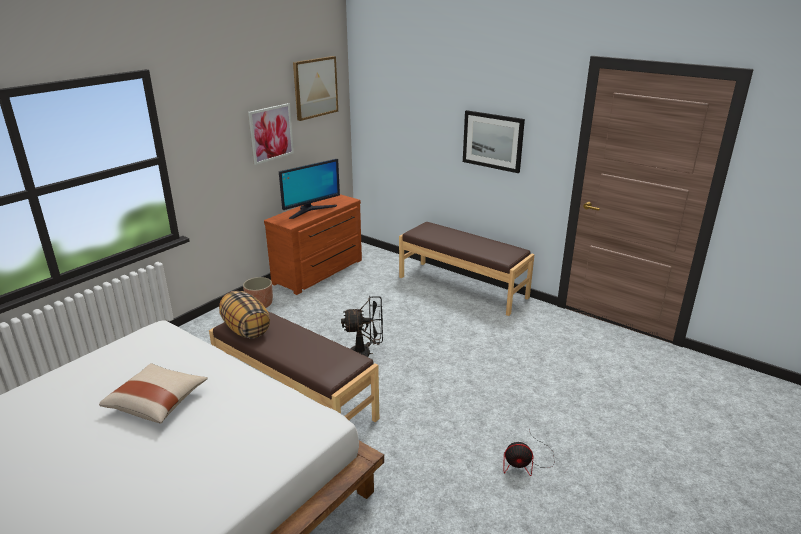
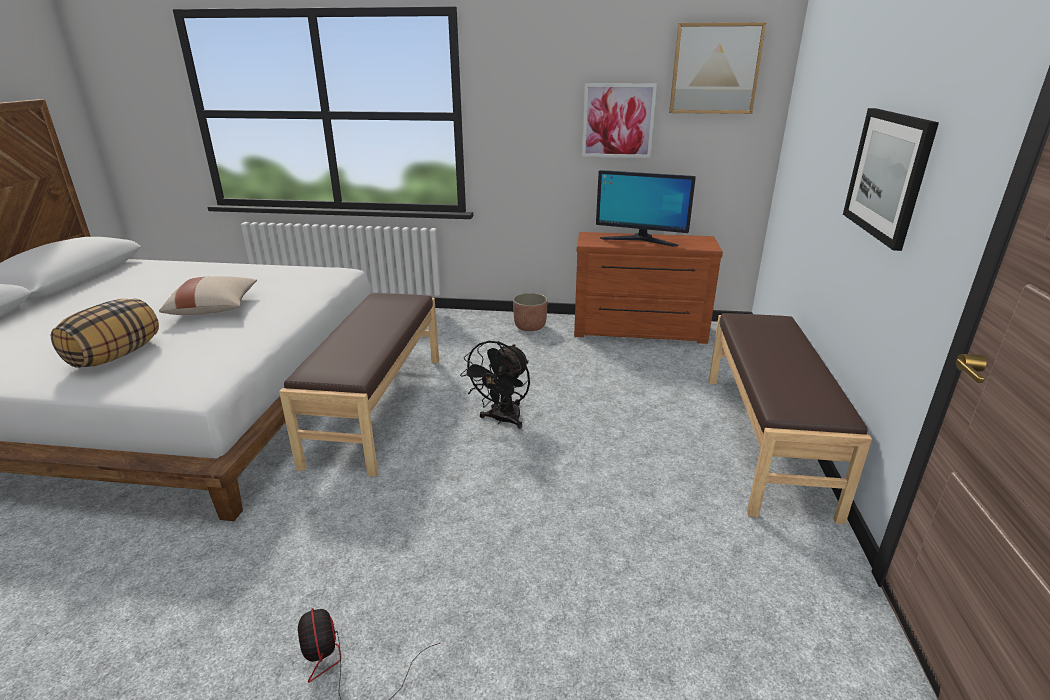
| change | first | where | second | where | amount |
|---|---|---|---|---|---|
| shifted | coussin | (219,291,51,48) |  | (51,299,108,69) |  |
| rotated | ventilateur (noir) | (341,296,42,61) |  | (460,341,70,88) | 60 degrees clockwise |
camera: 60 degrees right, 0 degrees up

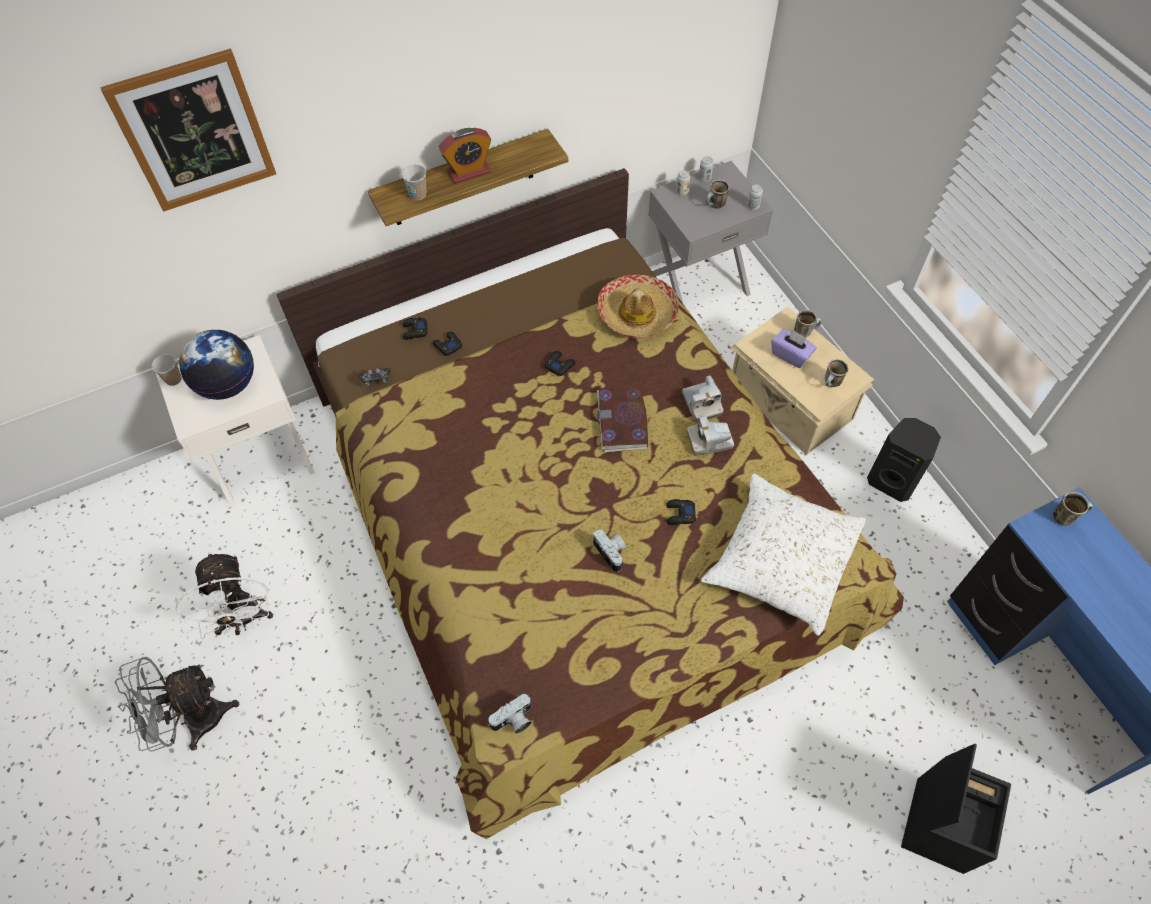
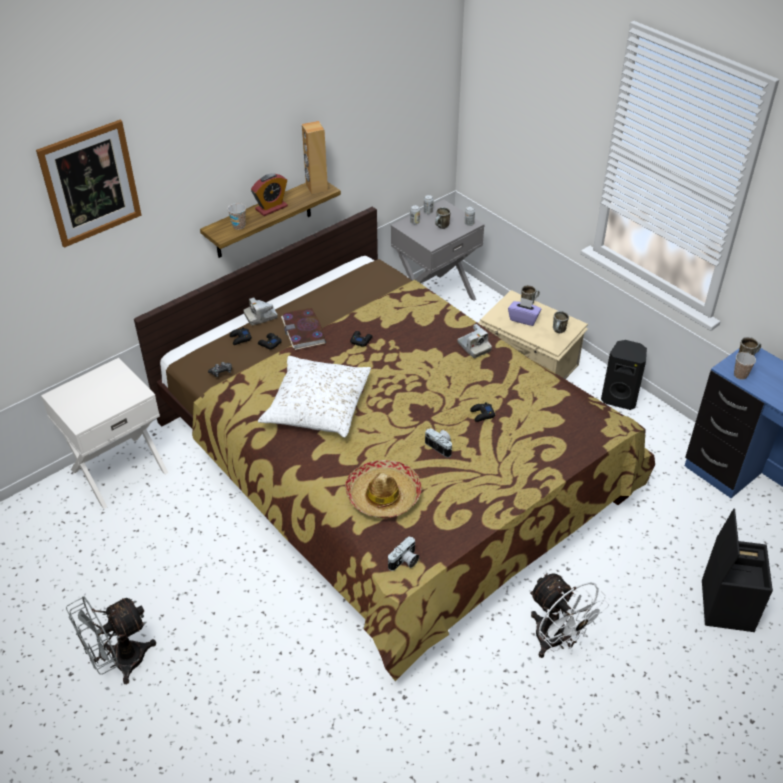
| change | first | where | second | where | amount |
|---|---|---|---|---|---|
| shifted | chapeau | (598,275,81,63) |  | (345,460,77,58) |  |
| gone | globe | (179,330,75,70) |  |  |  |
| shifted | tasse | (152,354,30,32) |  | (734,352,22,28) |  |
| shifted | livre | (597,386,51,66) |  | (281,308,45,42) |  |
| shifted | appareil photo | (687,416,47,39) |  | (243,298,35,28) |  |
| shifted | coussin (blanc) | (701,474,165,162) |  | (258,356,113,81) |  |
| shifted | ventilateur (blanc) | (175,552,98,87) |  | (529,573,80,85) |  |
| new |  |  | enceinte (marron) | (302,121,26,74) |  |
camera: 15 degrees left, 15 degrees down

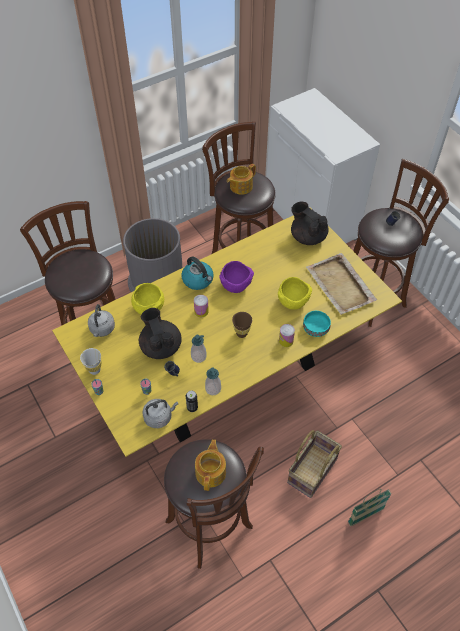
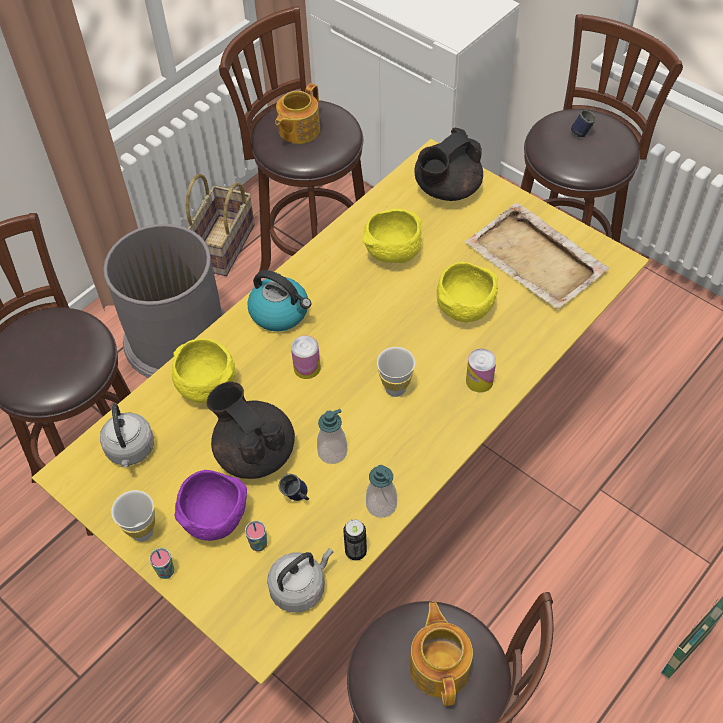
| change | first | where | second | where | amount |
|---|---|---|---|---|---|
| rotated | théière (noir) | (291,201,38,44) |  | (415,128,68,73) | 75 degrees counterclockwise |
| shifted | bol (violet) | (219,261,35,32) |  | (174,470,73,71) |  |
| gone | bol (turquoise) | (303,311,28,26) |  |  |  |
| repainted | tasse (marron) | (232,312,20,26) | tasse (blanc) | (377,347,38,50) |  |
| shifted | panier | (287,430,55,68) |  | (186,174,69,102) |  |
| new |  |  | bol (jaune) | (362,209,59,54) |  |
camera: 15 degrees left, 0 degrees up

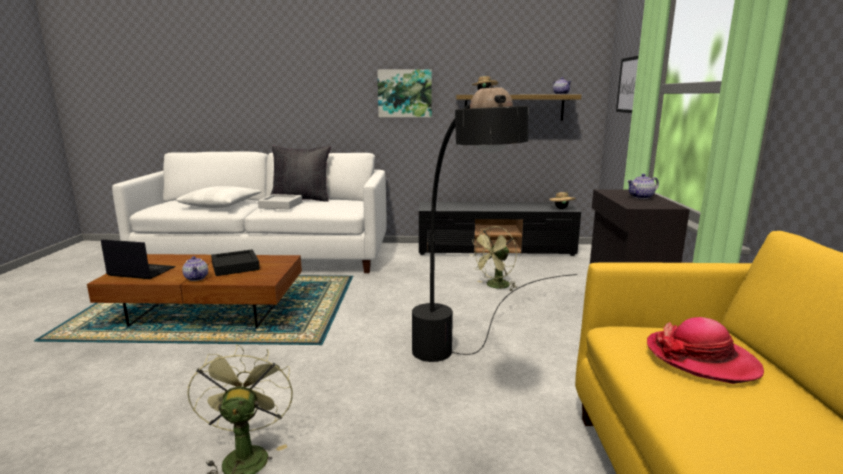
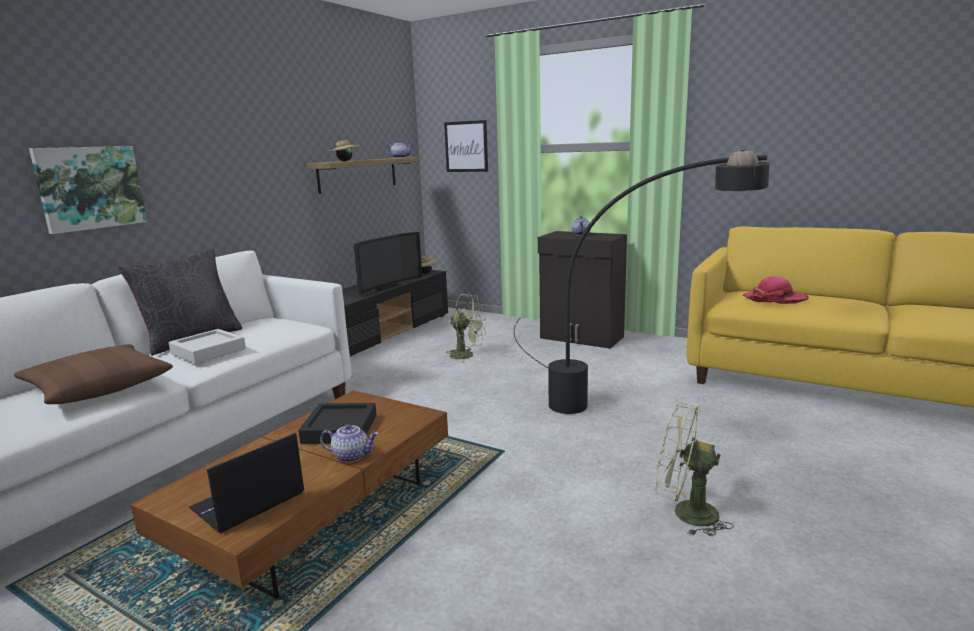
| change | first | where | second | where | amount |
|---|---|---|---|---|---|
| shifted | tableau | (377,70,55,47) |  | (29,146,118,88) |  |
| repainted | coussin (blanc) | (176,186,86,22) | coussin (marron) | (14,344,159,60) |  |
| rotated | ventilateur (vert) | (470,226,47,65) |  | (447,294,39,69) | 60 degrees counterclockwise |
| new |  |  | téléviseur | (354,232,68,63) |  |
camera: 60 degrees left, 0 degrees up

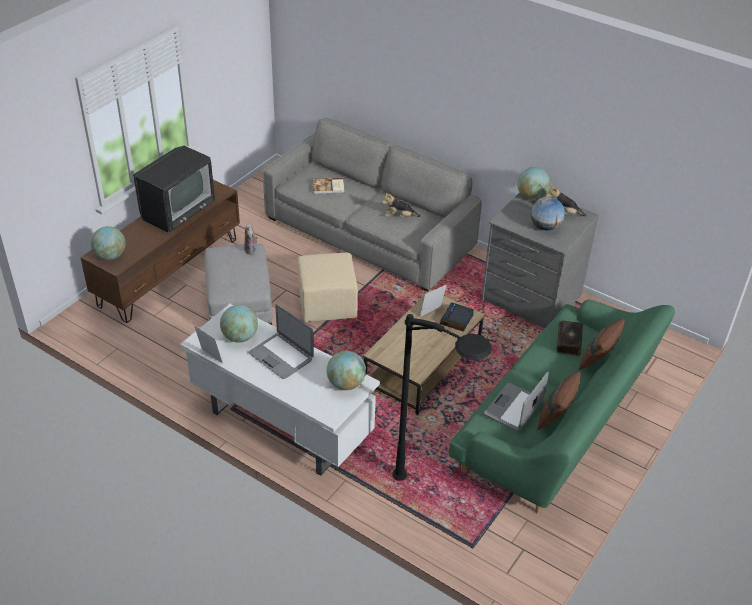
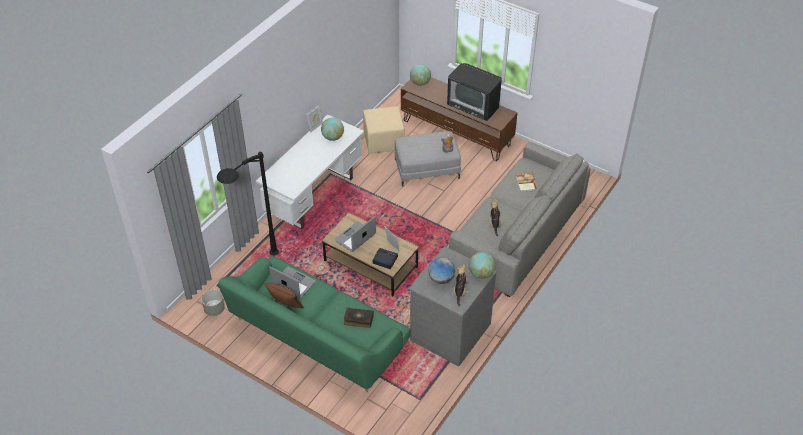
| change | first | where | second | where | amount |
|---|---|---|---|---|---|
| shifted | pouf (beige) | (298,253,60,69) |  | (363,106,42,48) |  |
| shifted | ordinateur portable | (249,304,65,75) |  | (335,216,41,36) |  |
| gone | coussin (marron) | (579,319,46,51) |  |  |  |
| gone | globe | (327,351,39,39) |  |  |  |
| new |  |  | cache-pot (gris) | (201,290,24,26) |  |
camera: 90 degrees right, 5 degrees up

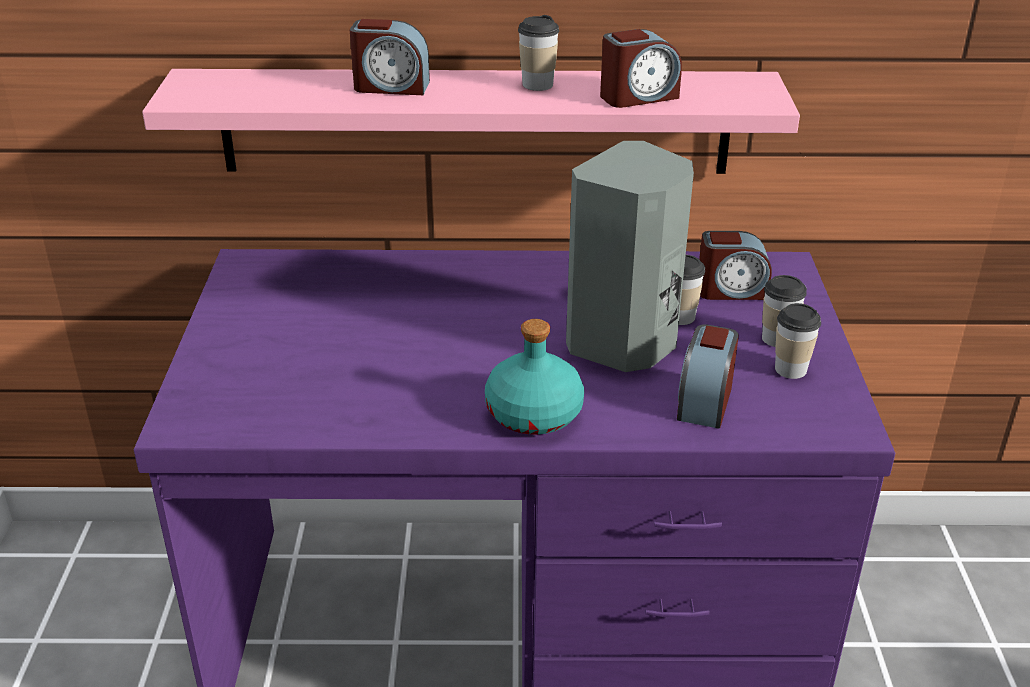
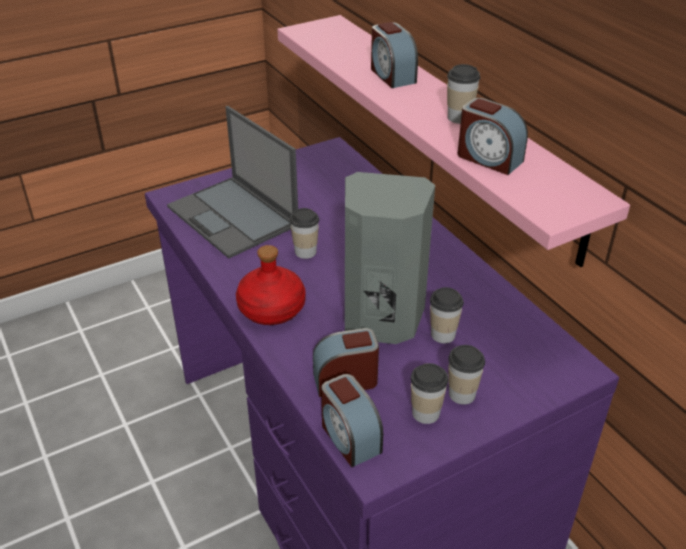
| change | first | where | second | where | amount |
|---|---|---|---|---|---|
| shifted | réveil | (699,231,73,69) |  | (321,374,62,93) |  |
| repainted | bouteille (turquoise) | (485,319,99,115) | bouteille (rouge) | (236,245,70,80) |  |
| new |  |  | ordinateur portable | (167,106,131,152) |  |
| new |  |  | tasse | (290,208,29,51) |  |
camera: 60 degrees right, 5 degrees up

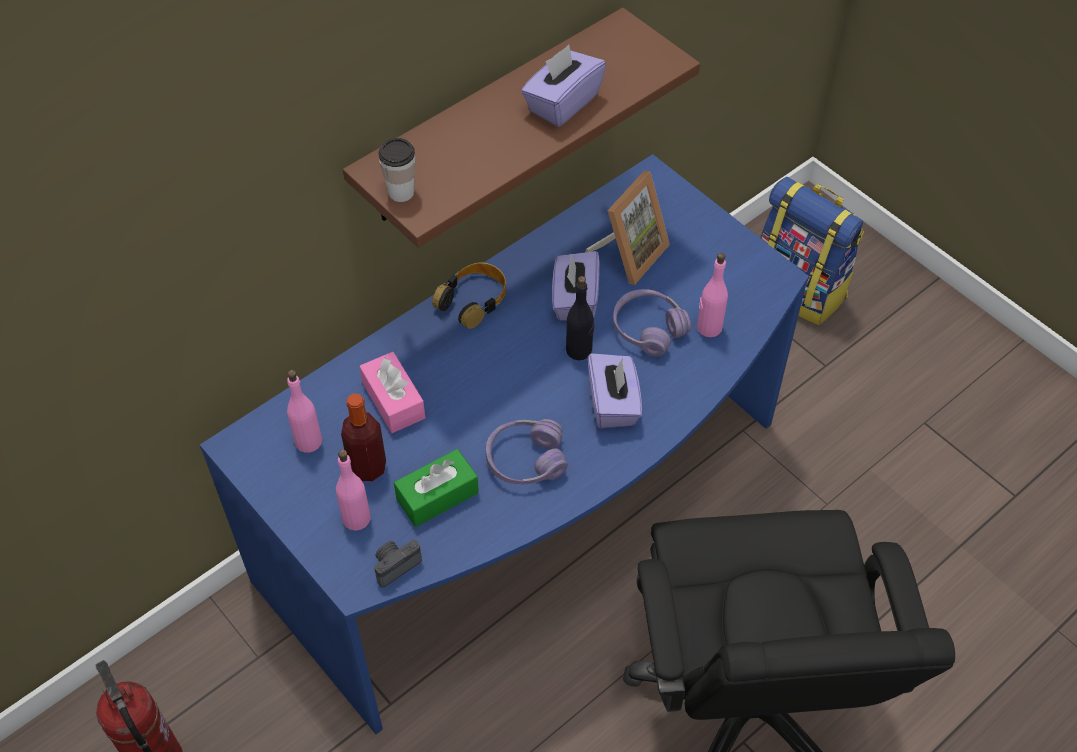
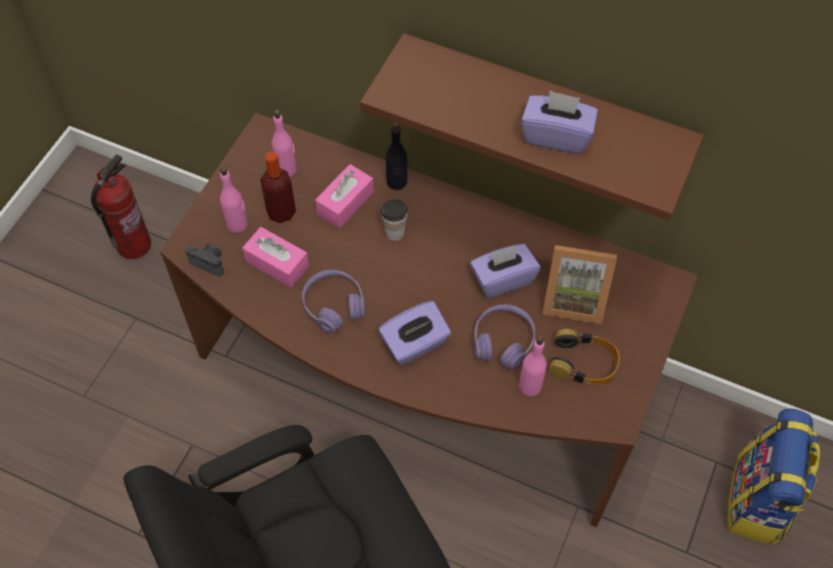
| change | first | where | second | where | amount |
|---|---|---|---|---|---|
| shifted | tasse | (379,138,37,64) |  | (381,199,27,42) |  |
| repainted | bureau (bleu) | (200,154,609,580) | bureau (marron) | (160,113,538,414) |  |
| shifted | casque audio | (432,263,74,66) |  | (549,329,71,55) |  |
| shifted | bouteille (noir) | (566,276,28,84) |  | (386,123,21,67) |  |
| repainted | boîte à mouchoirs (vert) | (394,449,85,78) | boîte à mouchoirs (rose) | (242,227,67,60) |  |
camera: 65 degrees right, 5 degrees up

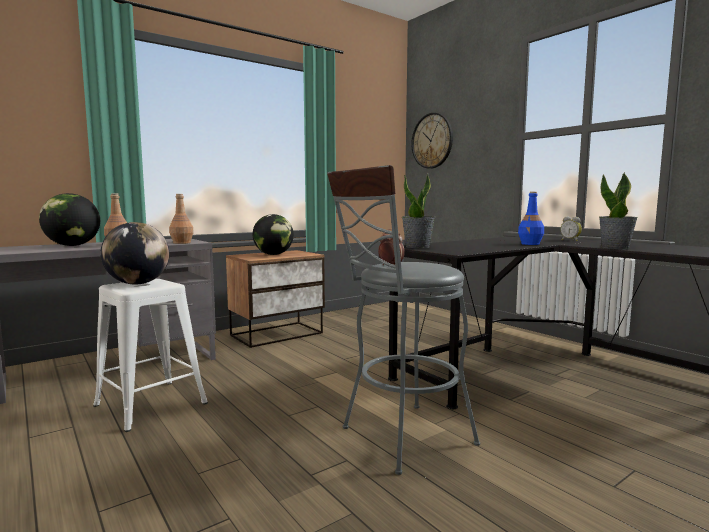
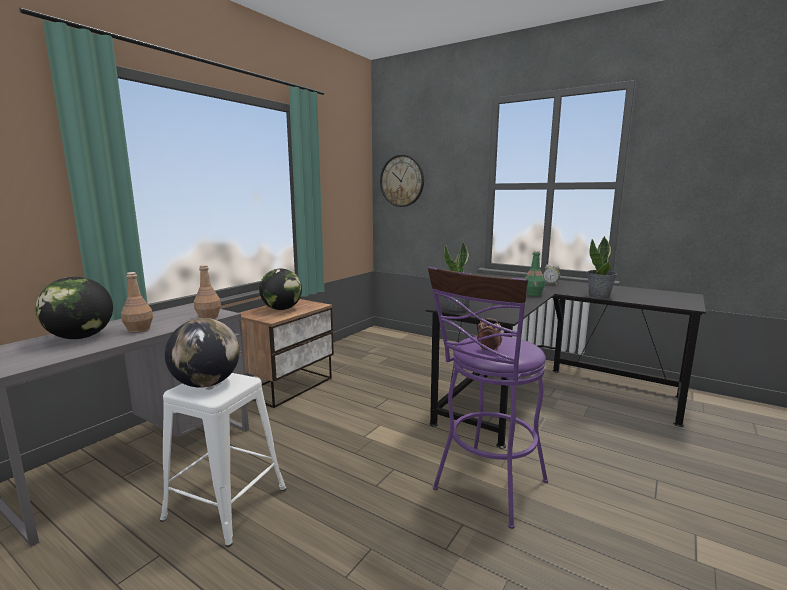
| change | first | where | second | where | amount |
|---|---|---|---|---|---|
| repainted | tabouret (gris) | (327,165,153,310) | tabouret (violet) | (428,267,120,262) |  |
| repainted | bouteille (bleu) | (518,191,26,54) | bouteille (vert) | (524,251,21,45) |  |
camera: 20 degrees left, 5 degrees up

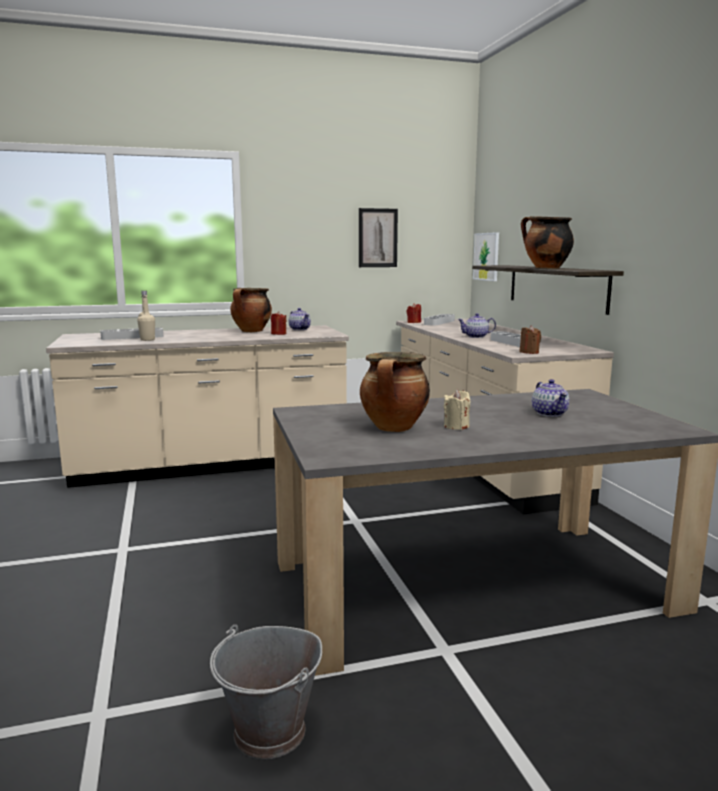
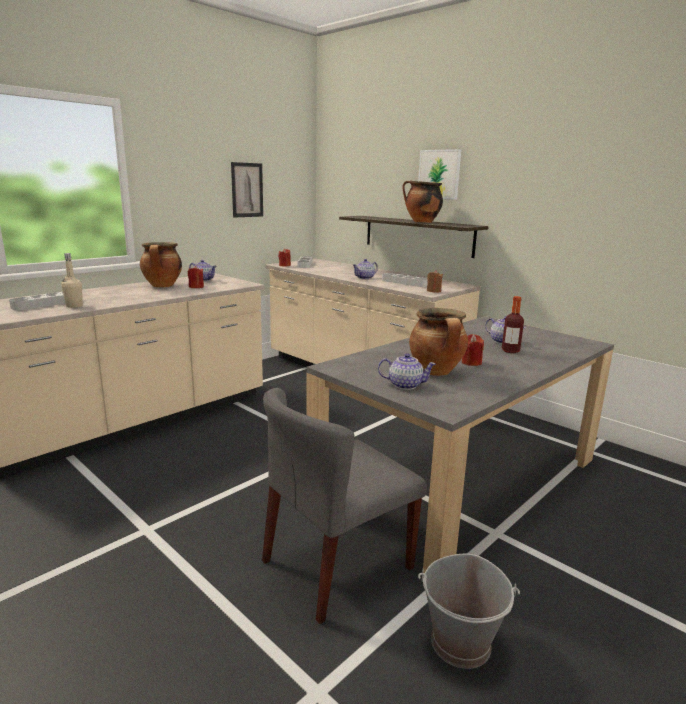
| change | first | where | second | where | amount |
|---|---|---|---|---|---|
| shifted | tableau | (473,232,26,49) |  | (418,149,43,51) |  |
| repainted | bougie (beige) | (444,390,27,40) | bougie (rouge) | (462,334,22,32) |  |
| new |  |  | bouteille | (502,296,22,57) |  |
| new |  |  | théière | (378,353,58,37) |  |
| new |  |  | chaise (gris) | (262,388,165,236) |  |
camera: 30 degrees left, 5 degrees up

